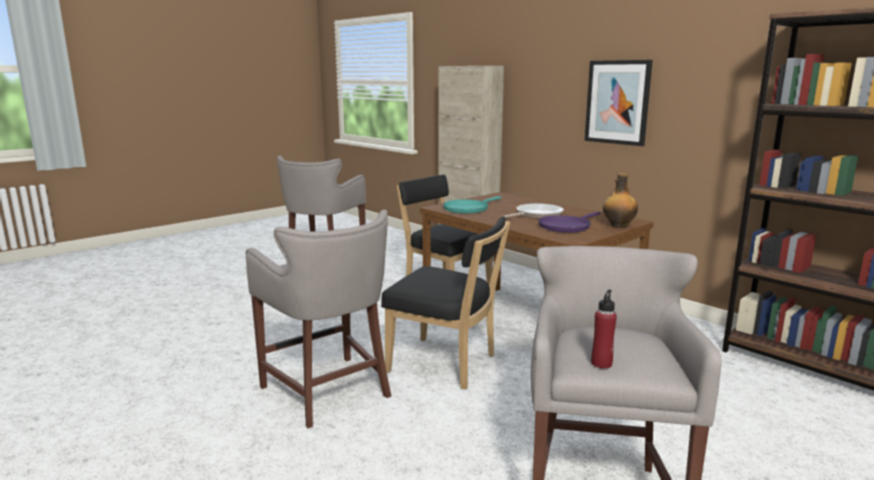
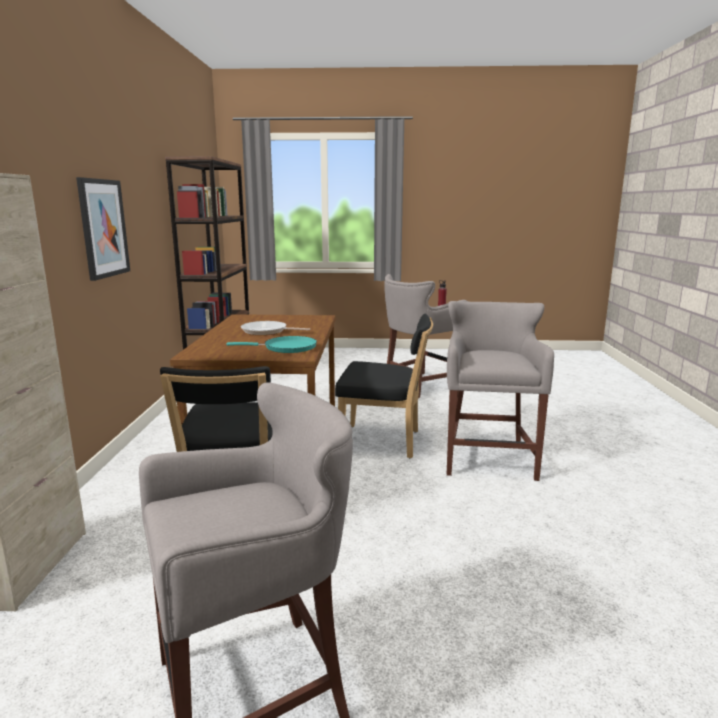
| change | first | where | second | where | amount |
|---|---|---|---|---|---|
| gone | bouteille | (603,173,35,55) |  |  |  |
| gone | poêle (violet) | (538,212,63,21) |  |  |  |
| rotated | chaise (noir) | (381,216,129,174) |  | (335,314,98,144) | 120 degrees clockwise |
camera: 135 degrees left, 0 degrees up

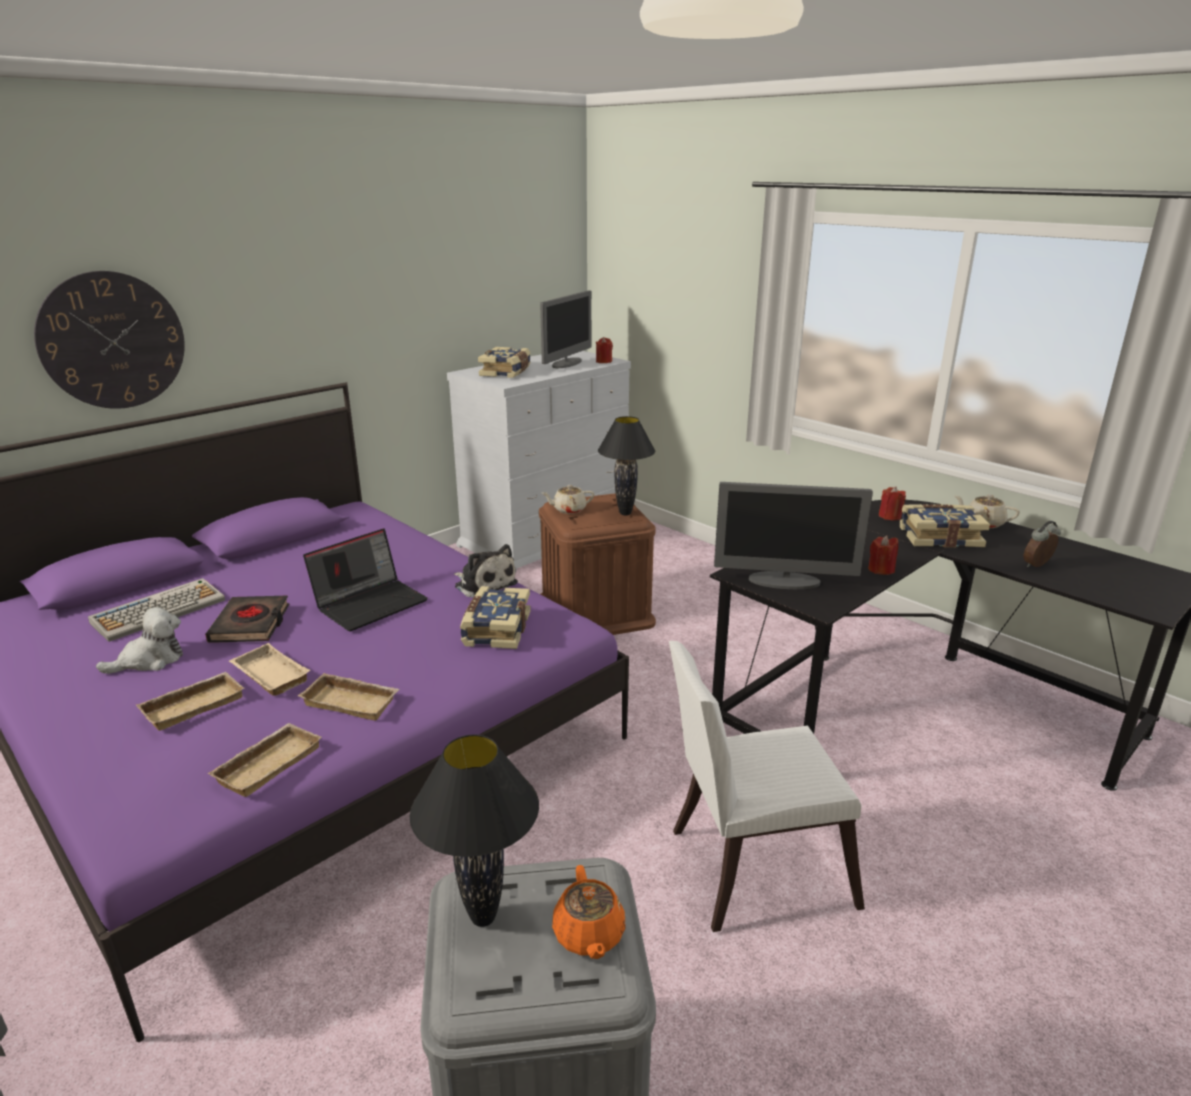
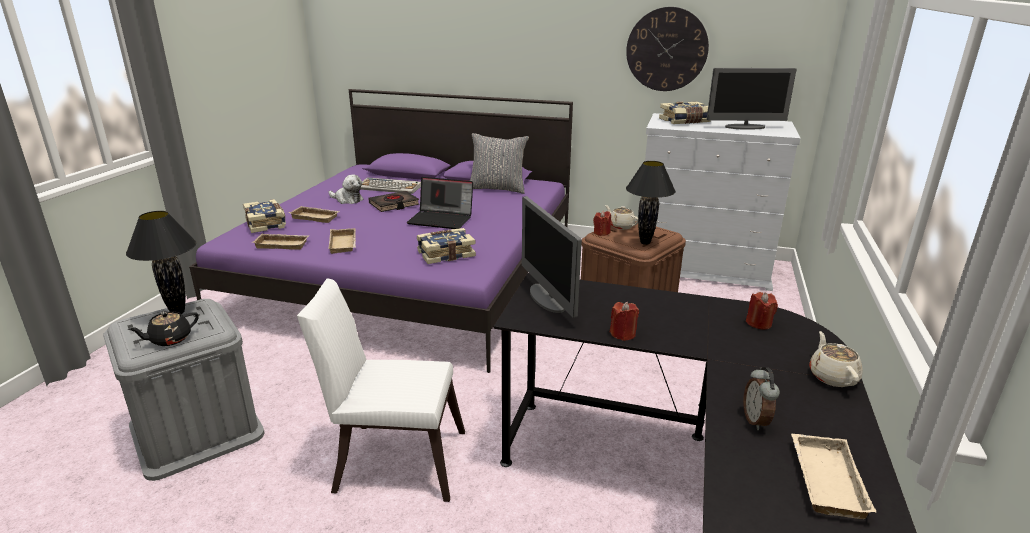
| change | first | where | second | where | amount |
|---|---|---|---|---|---|
| shifted | horloge murale | (34,271,151,138) |  | (626,7,83,84) |  |
| shifted | bougie (rouge) | (596,337,17,26) |  | (593,211,18,25) |  |
| shifted | livre | (900,504,90,44) |  | (243,199,43,34) |  |
| rotated | réveil | (1024,521,37,46) |  | (743,367,37,63) | 120 degrees counterclockwise |
| gone | peluche | (454,544,64,54) |  |  |  |
| rotated | chaise (blanc) | (669,641,196,291) |  | (297,279,168,223) | 45 degrees counterclockwise |
| shifted | plateau (beige) | (229,643,82,53) |  | (791,434,85,85) |  |
| repainted | théière (orange) | (552,865,73,94) | théière (noir) | (128,311,71,35) |  |
| new |  |  | coussin (gris) | (470,133,59,61) |  |
camera: 60 degrees right, 0 degrees up

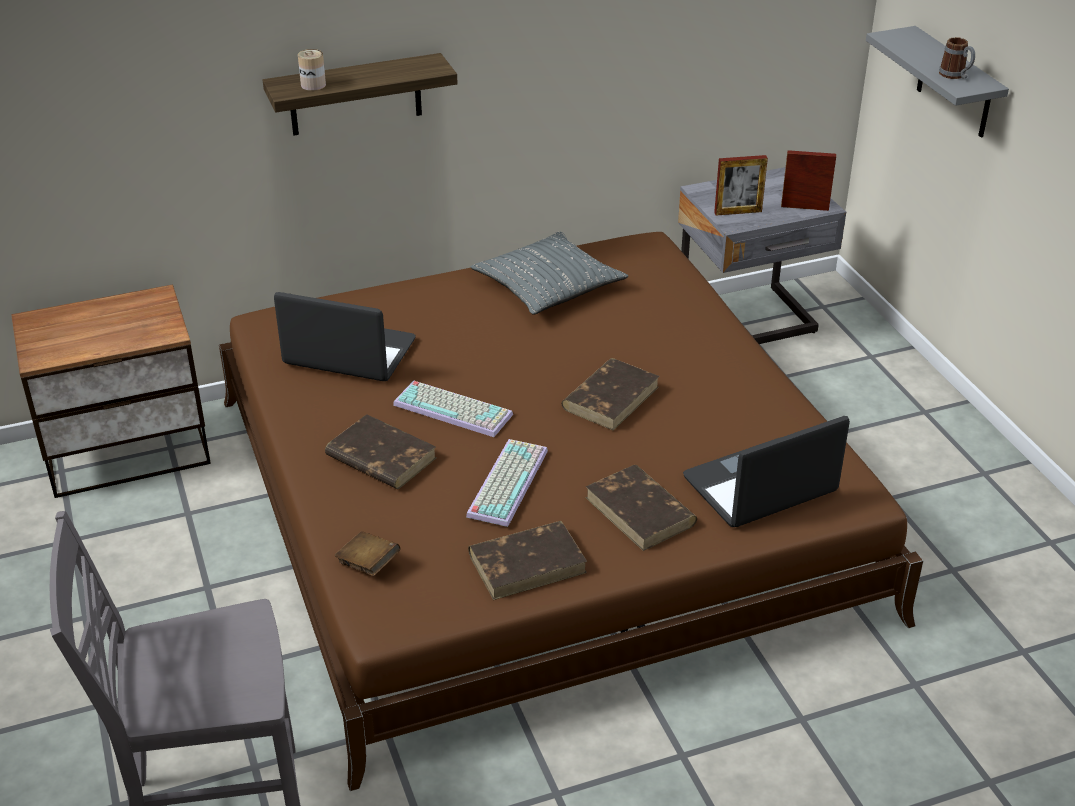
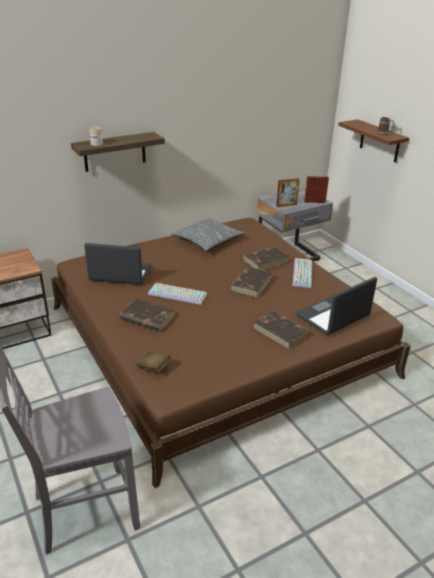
| change | first | where | second | where | amount |
|---|---|---|---|---|---|
| repainted | étagère (gris) | (866,26,143,112) | étagère (marron) | (338,119,71,43) |  |
| shifted | clavier | (466,439,82,88) |  | (292,258,20,30) |  |
| shifted | livre (marron) | (468,521,119,79) |  | (243,247,47,23) |  |
camera: 10 degrees left, 5 degrees down

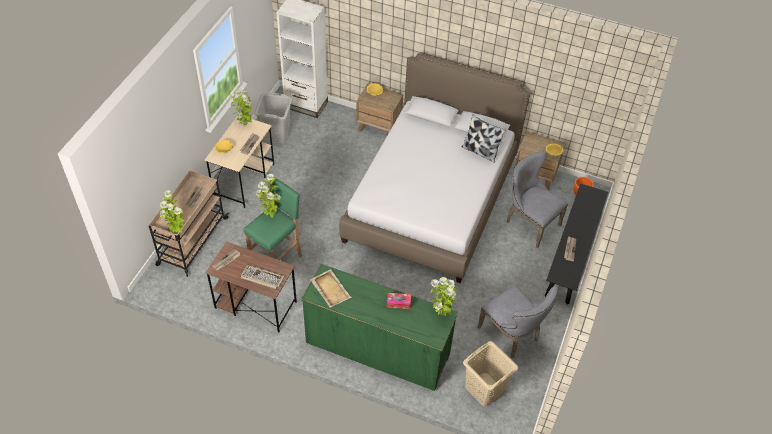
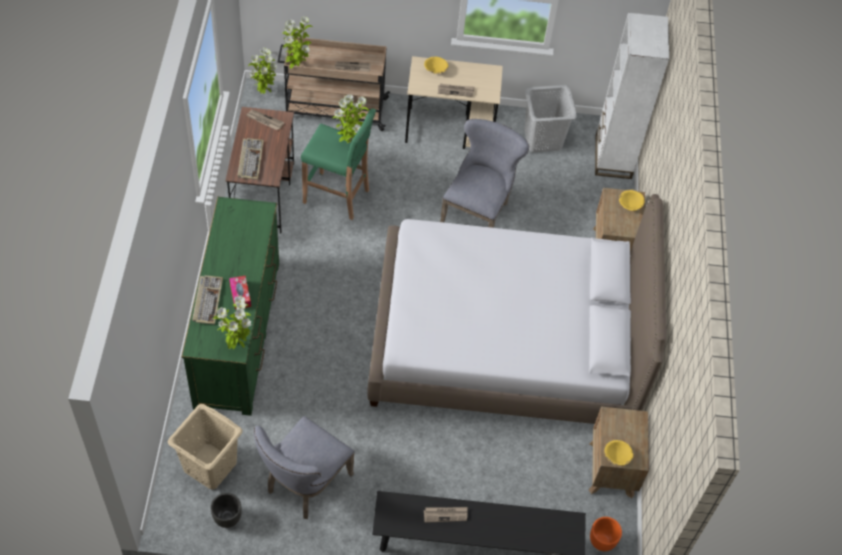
| change | first | where | second | where | amount |
|---|---|---|---|---|---|
| shifted | plante en pot | (229,90,23,35) |  | (248,47,29,47) |  |
| gone | coussin | (461,114,45,49) |  |  |  |
| shifted | chaise (gris) | (507,151,61,97) |  | (440,119,89,109) |  |
| gone | plateau (beige) | (310,269,42,39) |  |  |  |
| new |  |  | clavier | (192,275,31,50) |  |
| new |  |  | cache-pot (noir) | (210,493,32,35) |  |
camera: 70 degrees right, 5 degrees up

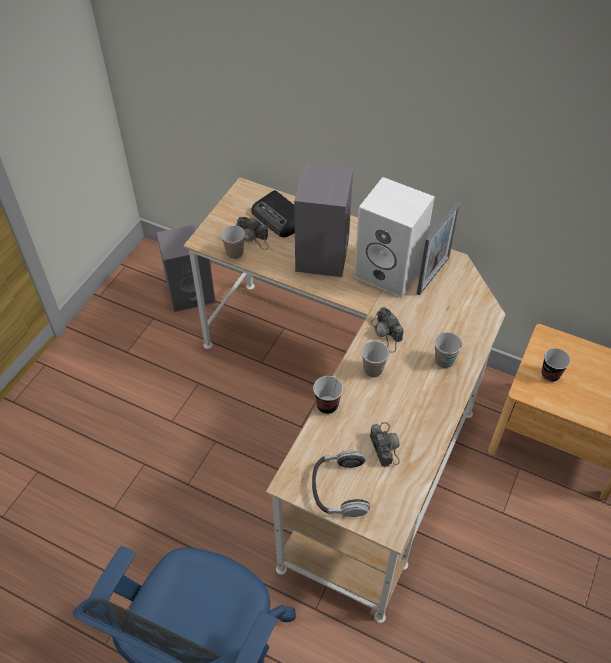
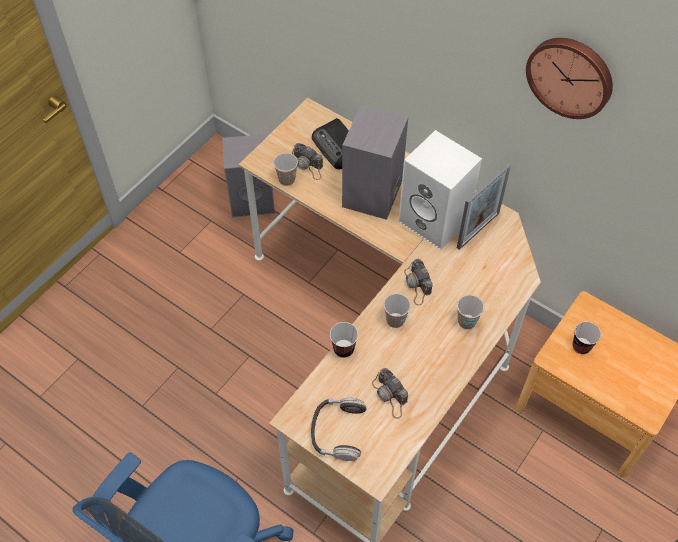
| change | first | where | second | where | amount |
|---|---|---|---|---|---|
| rotated | appareil photo | (370,422,30,45) |  | (372,368,36,51) | 150 degrees clockwise |
| new |  |  | horloge murale | (526,38,87,81) |  |
camera: 10 degrees right, 5 degrees up

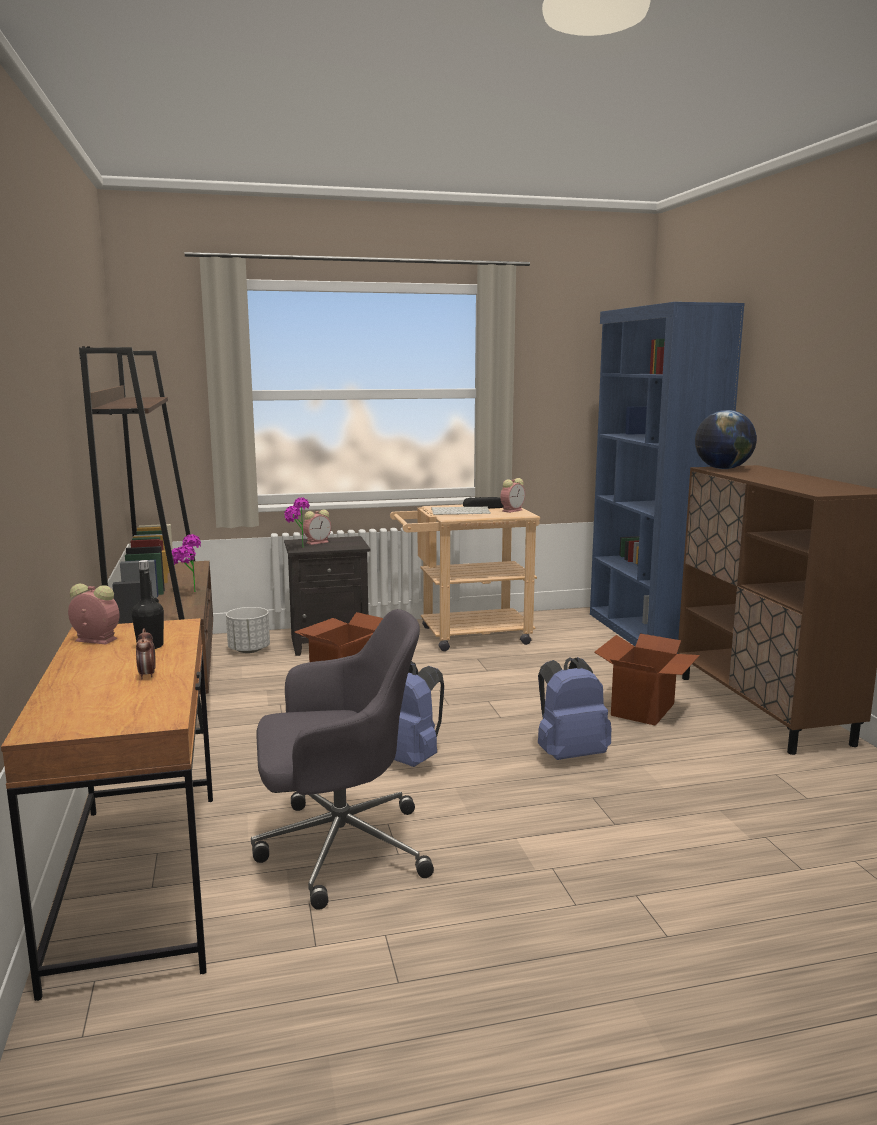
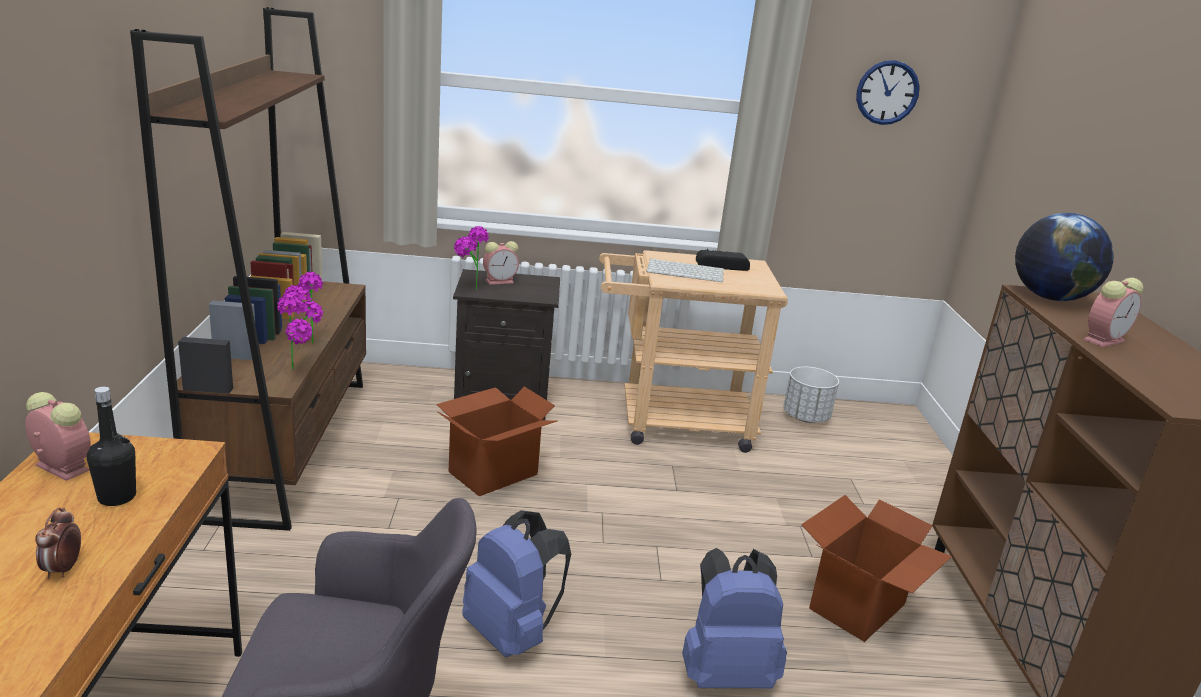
| change | first | where | second | where | amount |
|---|---|---|---|---|---|
| gone | bibliothèque (bleu) | (590,302,155,344) |  |  |  |
| shifted | réveil | (500,478,25,35) |  | (1083,278,61,69) |  |
| shifted | cache-pot (blanc) | (226,607,44,46) |  | (783,367,56,56) |  |
| new |  |  | horloge murale | (856,60,64,65) |  |
| new |  |  | plante en pot | (277,294,46,75) |  |
camera: 10 degrees right, 10 degrees up

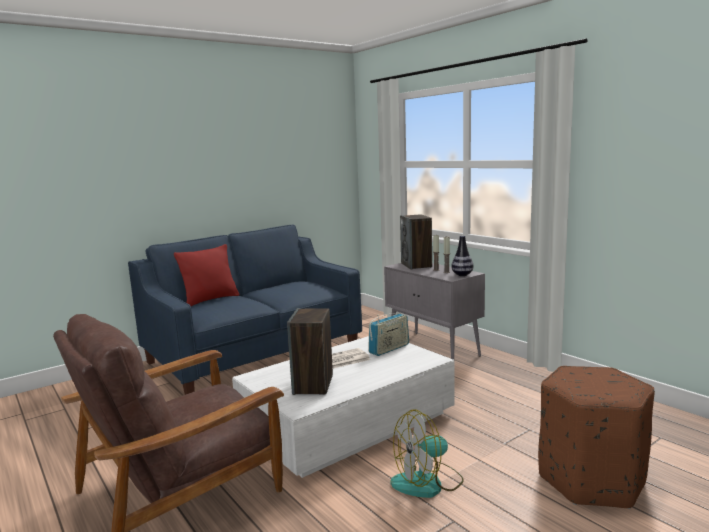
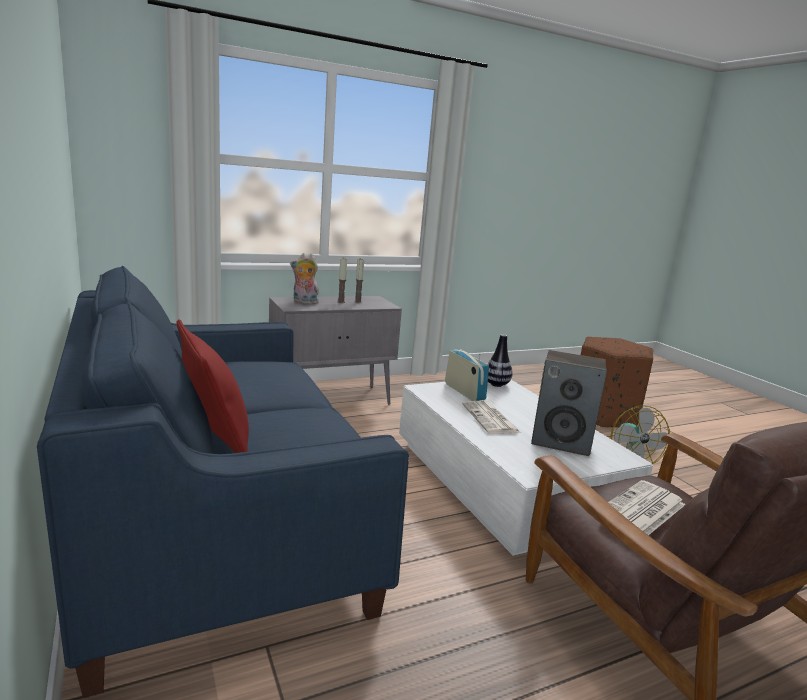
| change | first | where | second | where | amount |
|---|---|---|---|---|---|
| swapped | enceinte | (400,214,32,55) | peluche | (290,253,29,51) |  |
| shifted | vase | (451,235,22,41) |  | (488,334,25,53) |  |
| new |  |  | journal | (608,480,77,55) |  |
camera: 80 degrees left, 5 degrees up

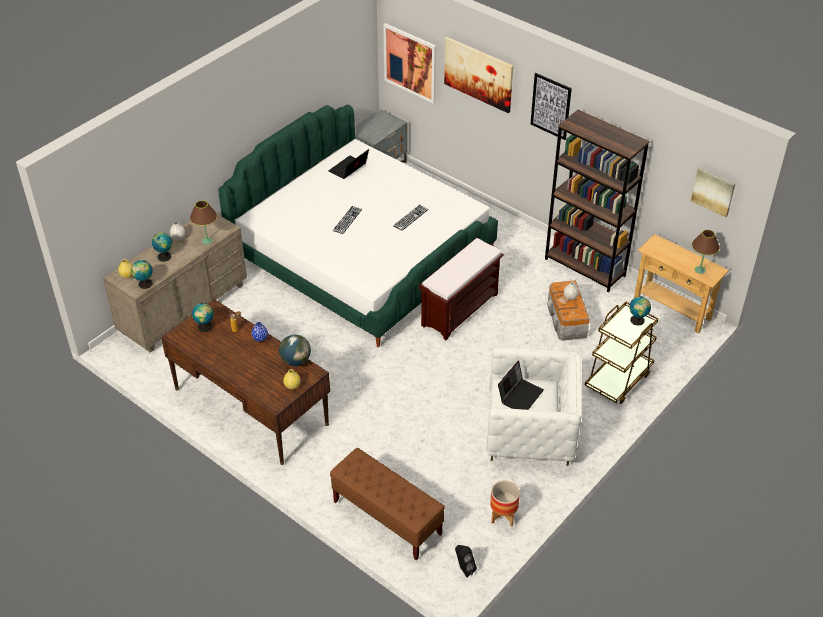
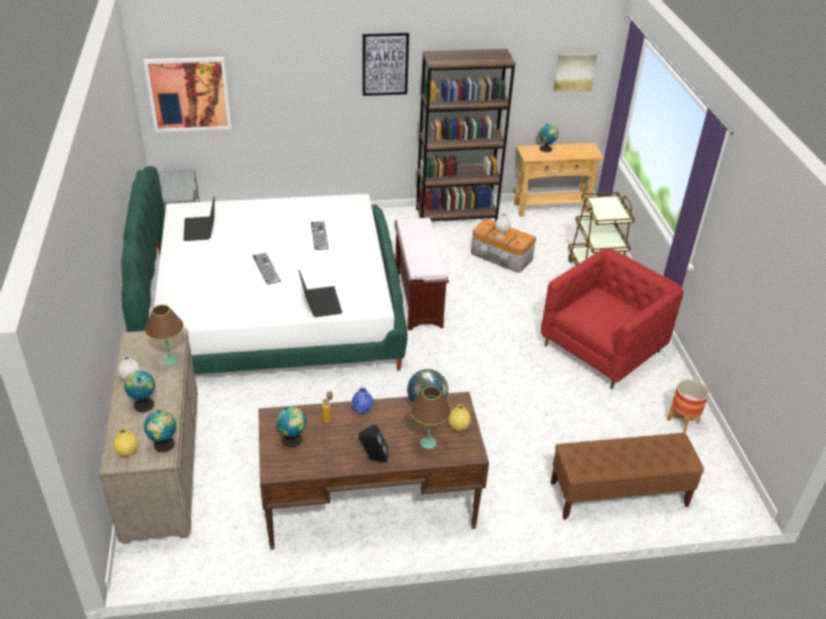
| change | first | where | second | where | amount |
|---|---|---|---|---|---|
| gone | tableau | (444,37,69,76) |  |  |  |
| shifted | lampe de table (marron) | (692,230,28,44) |  | (410,386,41,63) |  |
| shifted | globe | (629,296,22,30) |  | (539,123,19,29) |  |
| repainted | fauteuil (blanc) | (486,347,96,119) | fauteuil (rouge) | (541,248,142,141) |  |
| shifted | ordinateur portable | (498,361,46,49) |  | (298,270,44,47) |  |
| shifted | enceinte (noir) | (455,545,22,32) |  | (359,425,30,38) |  |
camera: 50 degrees left, 5 degrees down

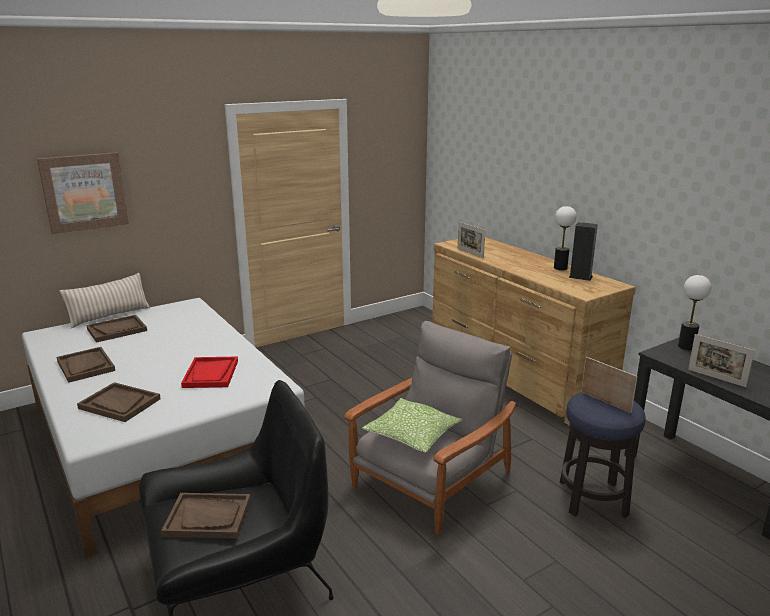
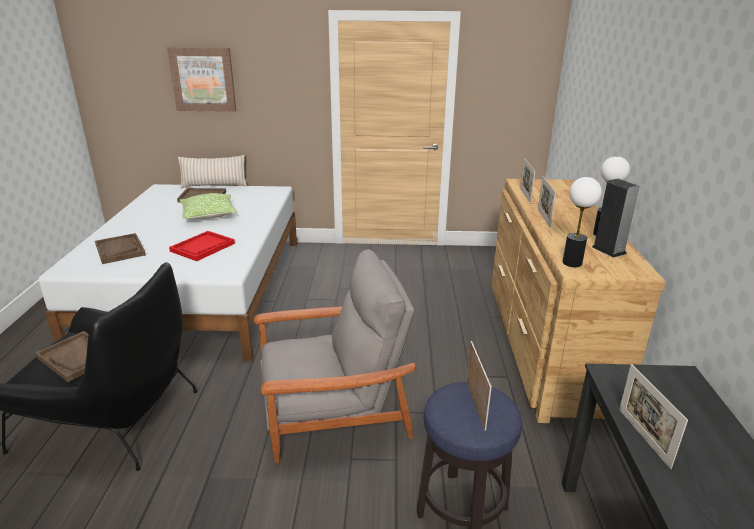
| change | first | where | second | where | amount |
|---|---|---|---|---|---|
| shifted | lampe de table | (678,275,33,75) |  | (562,177,40,90) |  |
| gone | plateau (marron) | (57,347,58,36) |  |  |  |
| shifted | coussin | (362,398,100,55) |  | (180,193,57,26) |  |
| new |  |  | cadre photo | (538,176,18,51) |  |
camera: 35 degrees right, 5 degrees up

